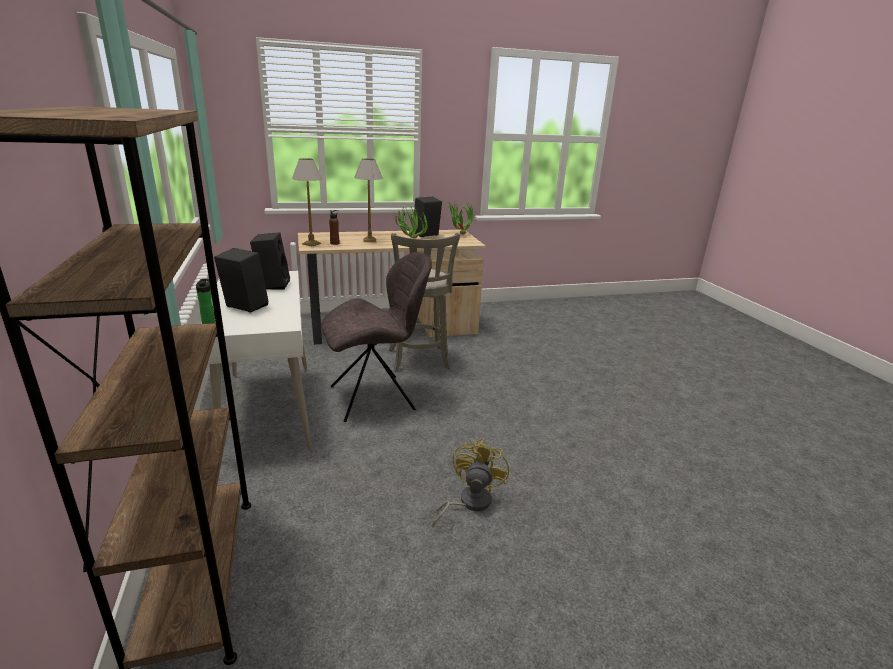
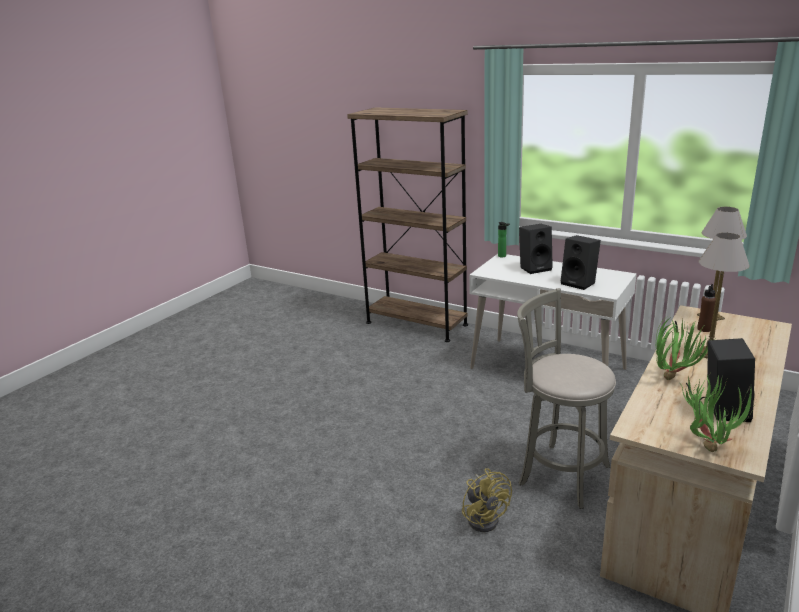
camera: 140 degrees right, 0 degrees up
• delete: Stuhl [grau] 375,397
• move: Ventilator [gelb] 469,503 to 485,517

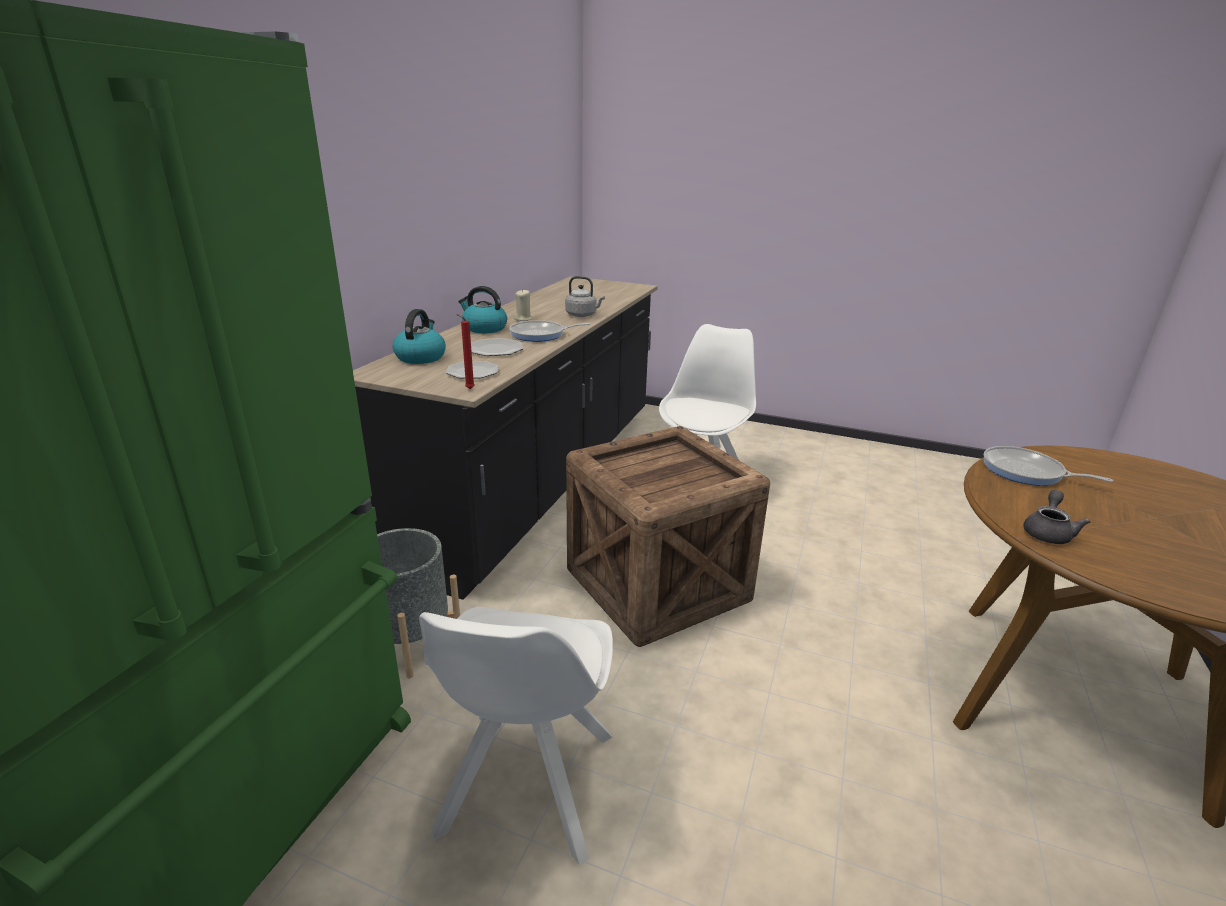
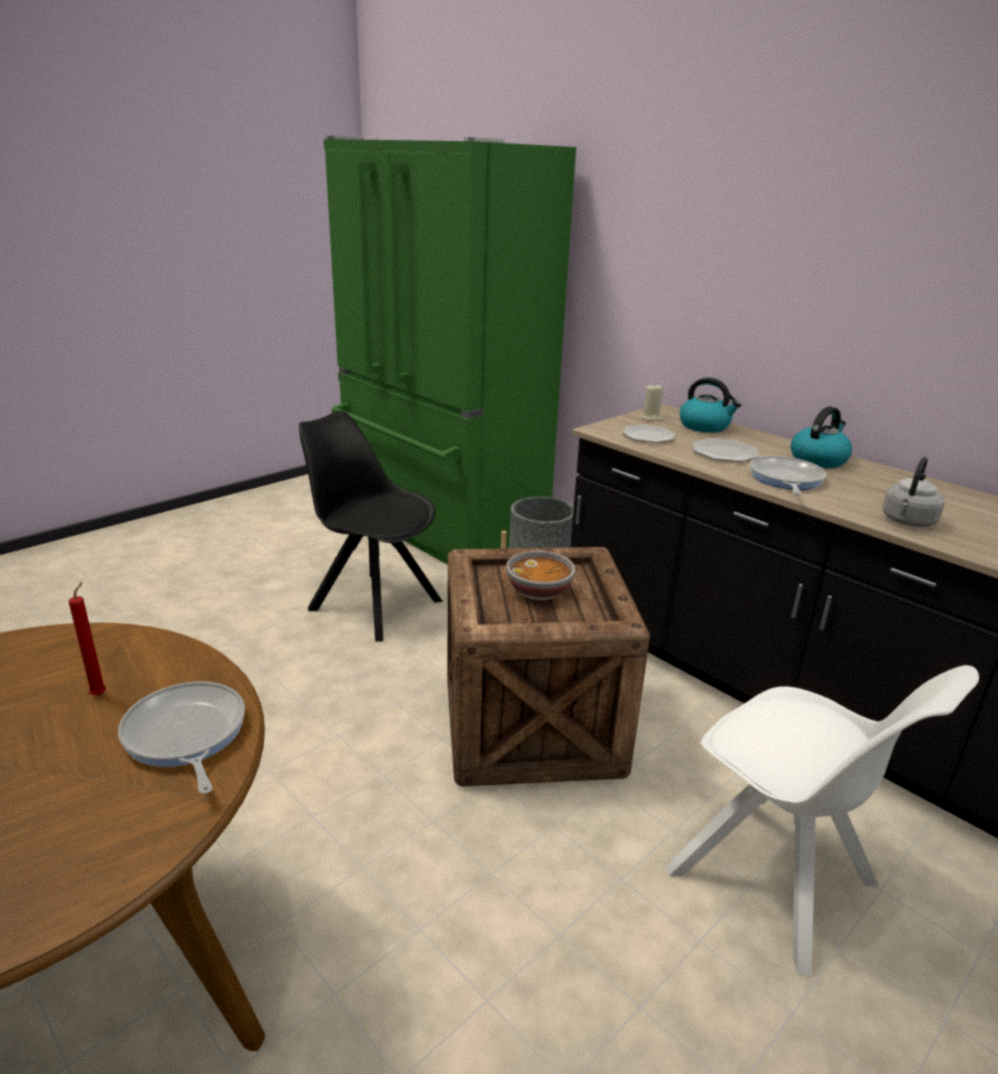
camera: 115 degrees right, 0 degrees up
• recolor: Stuhl [weiß] 525,787 to Stuhl [schwarz] 373,604
• move: Kerze [rot] 468,389 to 101,694
• move: Kerze [beige] 523,319 to 651,418
• rotate: Pfanne 1026,472 = 185,736 90 degrees counterclockwise
• delete: Teekanne [grau] 1048,532
• insert: Schüssel 539,592

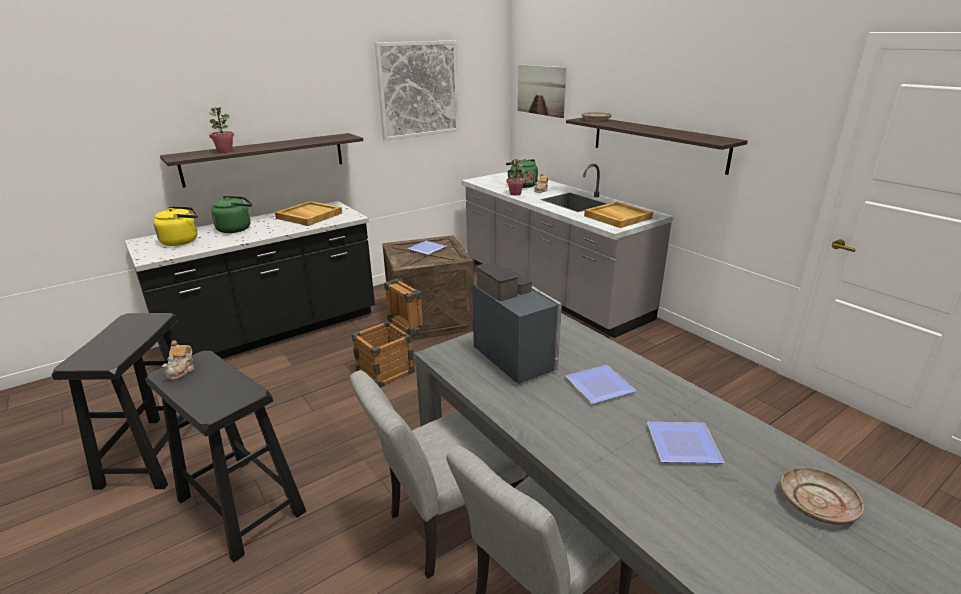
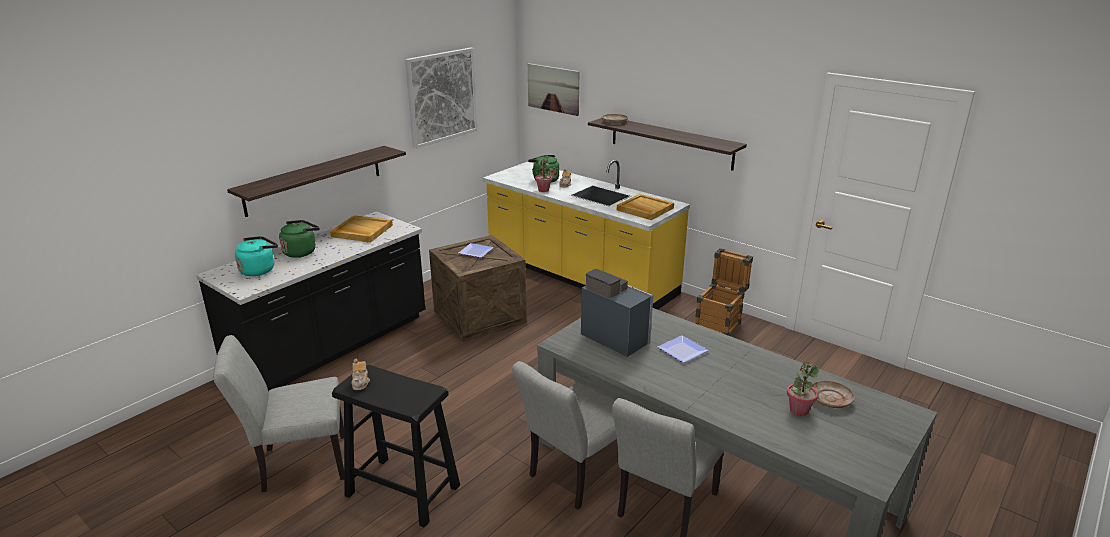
camera: 15 degrees left, 0 degrees up
• replace: Hocker [schwarz] 158,451 to Stuhl [grau] 296,464
• recolor: Wasserkessel [gelb] 182,241 to Wasserkessel [türkis] 259,270
• move: Topfpflanze 225,151 to 798,410
• move: Kiste 392,368 to 720,323
• recolor: Küchenzeile [grau] 550,290 to Küchenzeile [gelb] 579,276
• delete: Teller 684,443

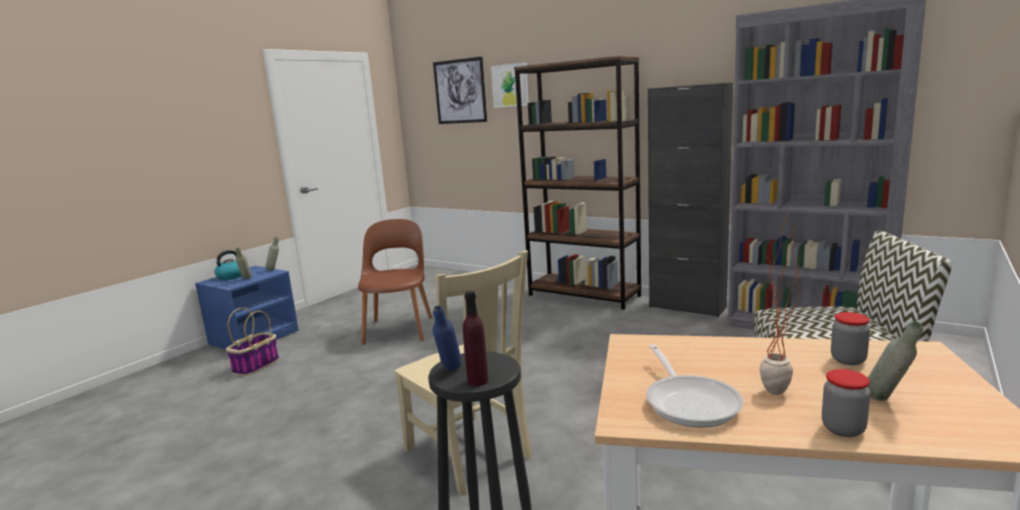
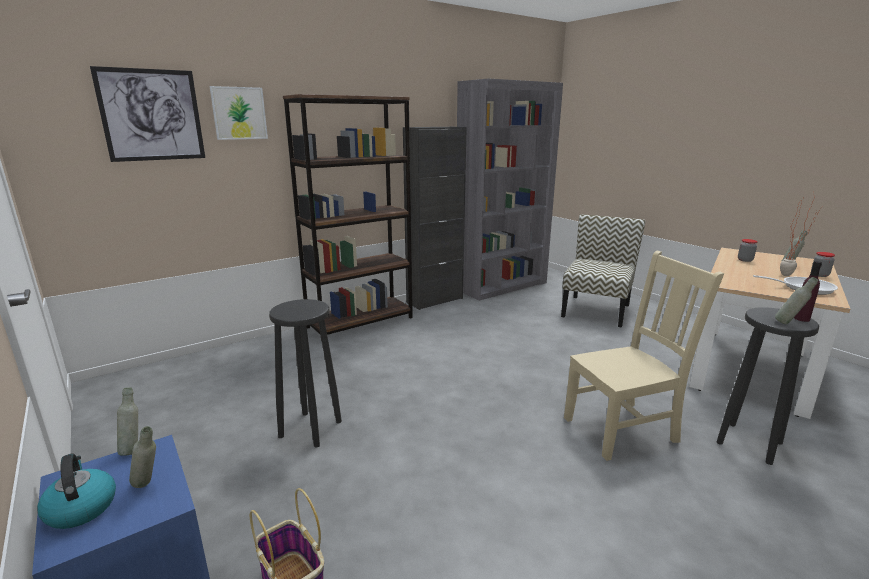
camera: 70 degrees left, 5 degrees up
• replace: Stuhl [braun] 399,328 to Hocker [schwarz] 311,428
• recolor: Flasche [blau] 449,372 to Flasche [grau] 789,324

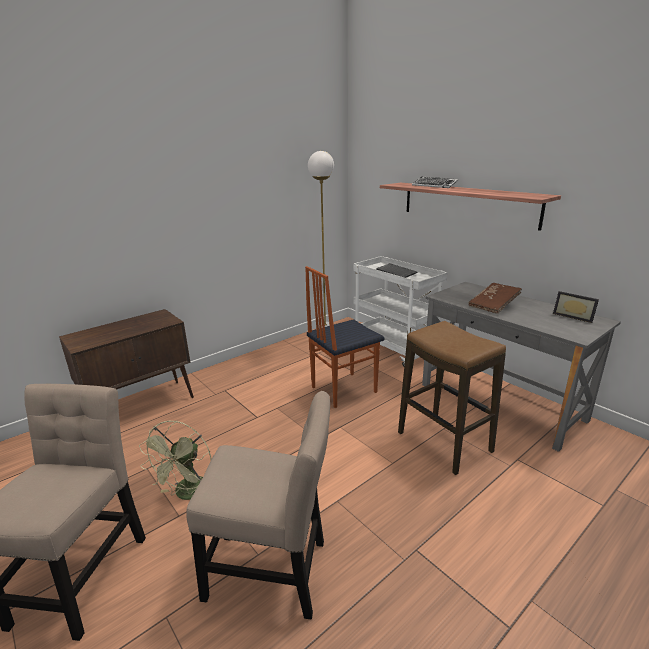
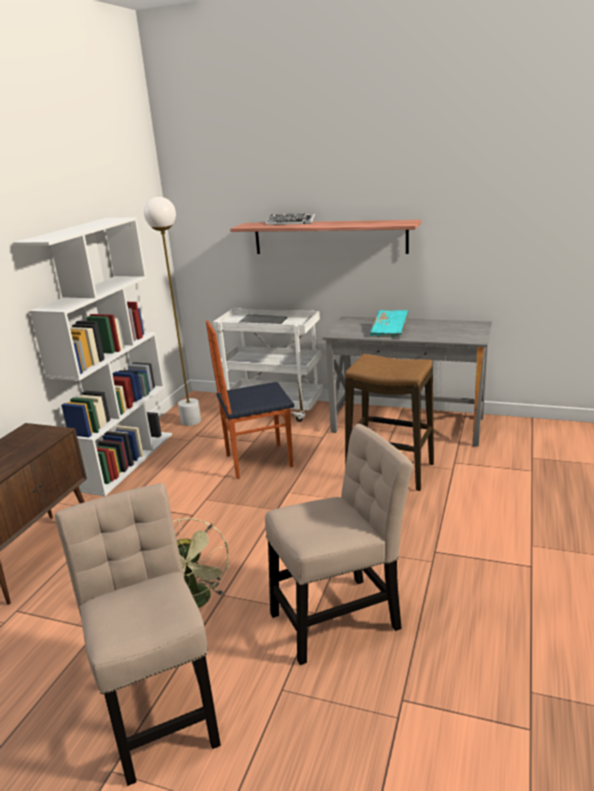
camera: 30 degrees left, 0 degrees up
• rotate: Stuhl 343,389 = 258,460 45 degrees clockwise
• recolor: Buch [braun] 494,305 to Buch [türkis] 389,331
• delete: Bilderrahmen 574,316
• insert: Bücherregal [weiß] 126,460

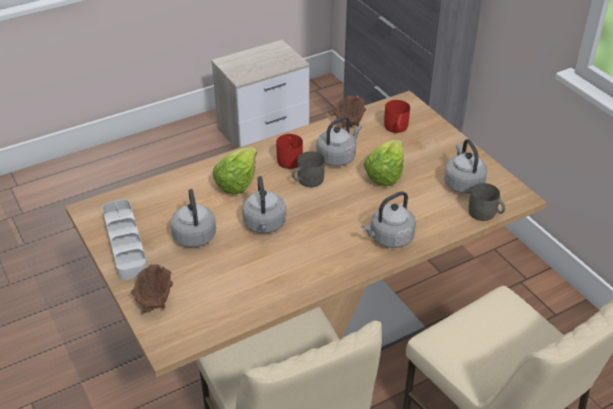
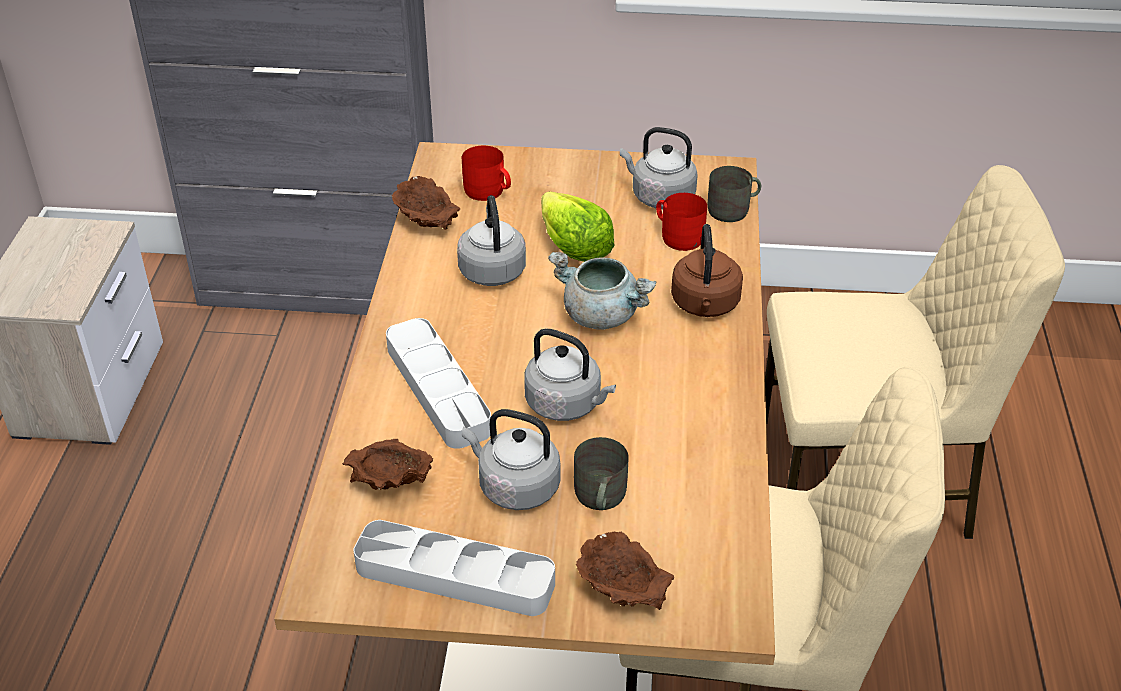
camera: 55 degrees left, 0 degrees up
• replace: Salatkopf 237,182 to Tablett [grau] 438,389
• move: Henkelbecher [rot] 290,159 to 678,235
• move: Henkelbecher [grau] 307,180 to 599,498
• recolor: Wasserkessel [grau] 389,238 to Wasserkessel [braun] 705,305
• insert: Schüssel [braun] 391,485
• insert: Kochtopf [grau] 602,315

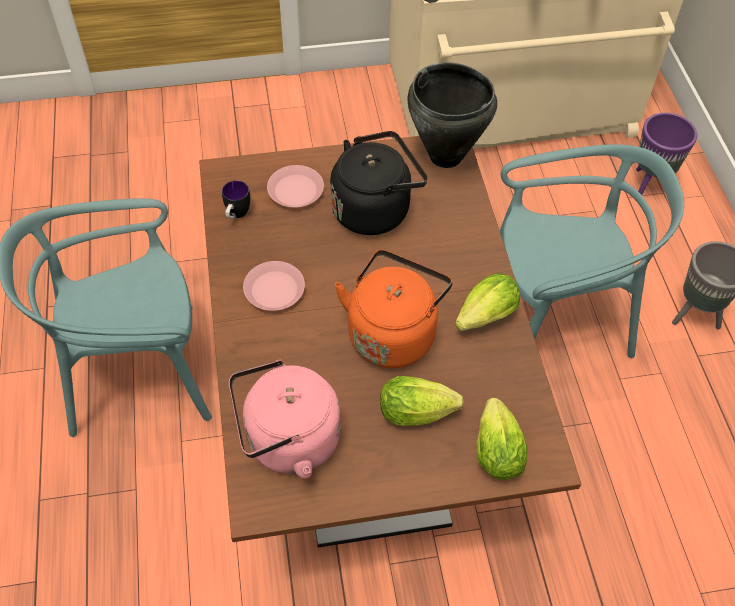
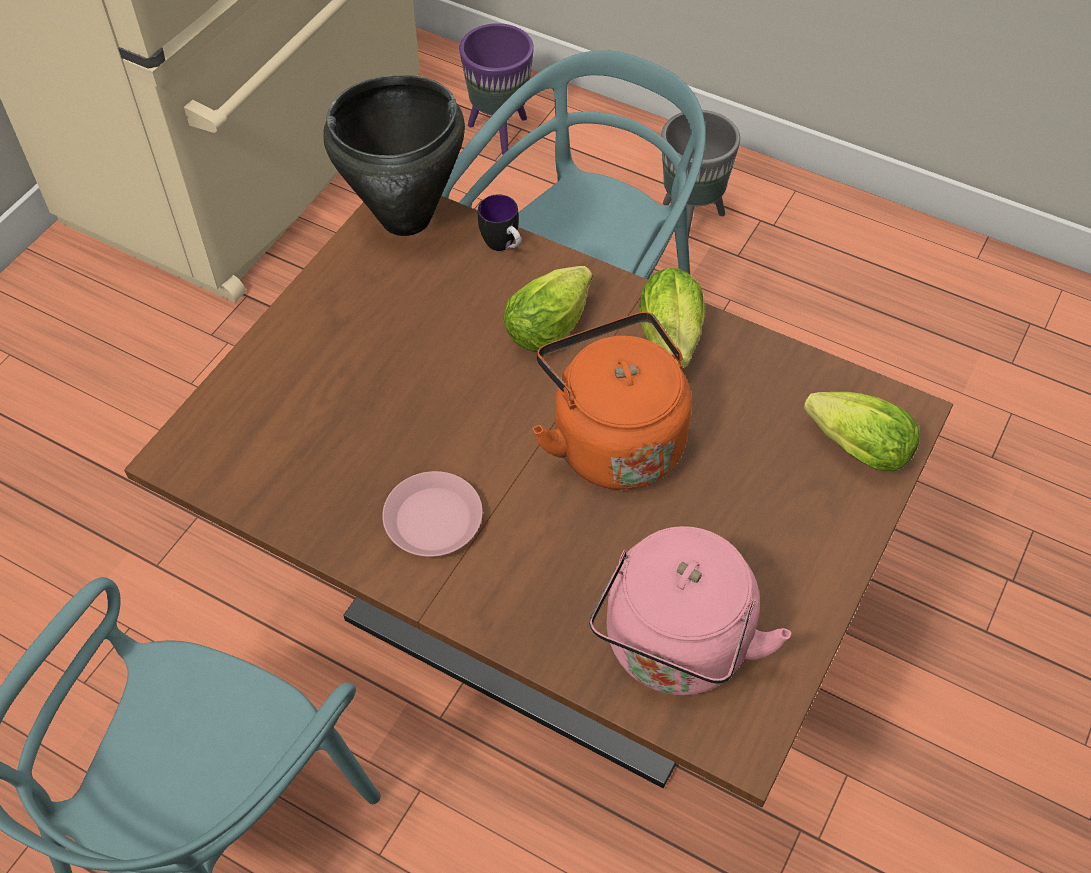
camera: 50 degrees left, 0 degrees up
• move: Henkelbecher 236,215 to 503,247
• delete: Teller [rosa] 295,190
• delete: Wasserkessel [schwarz] 375,209
• move: Salatkopf 420,412 to 552,324

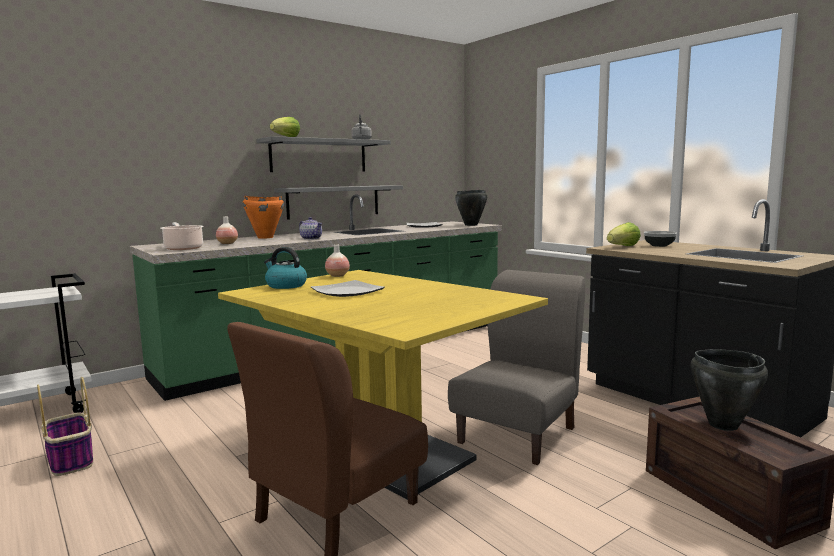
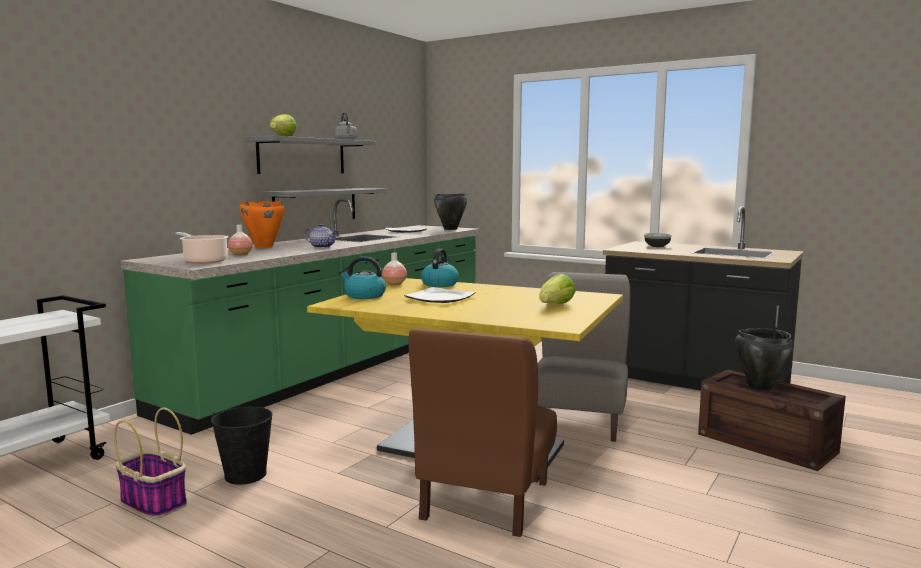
camera: 20 degrees left, 0 degrees up
• move: Salatkopf 623,247 to 556,305
• insert: Eimer [schwarz] 245,475
• insert: Wasserkessel 440,284

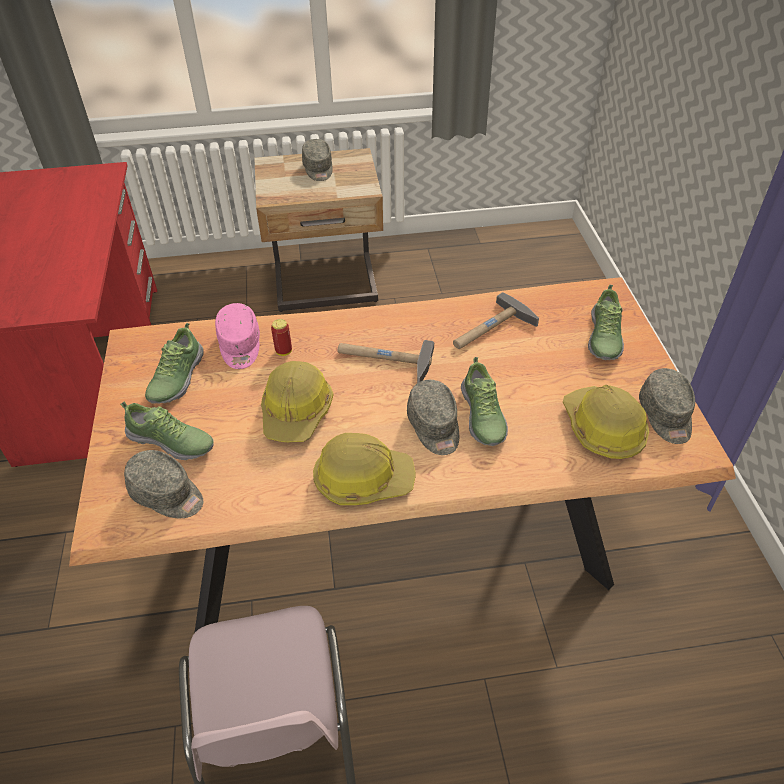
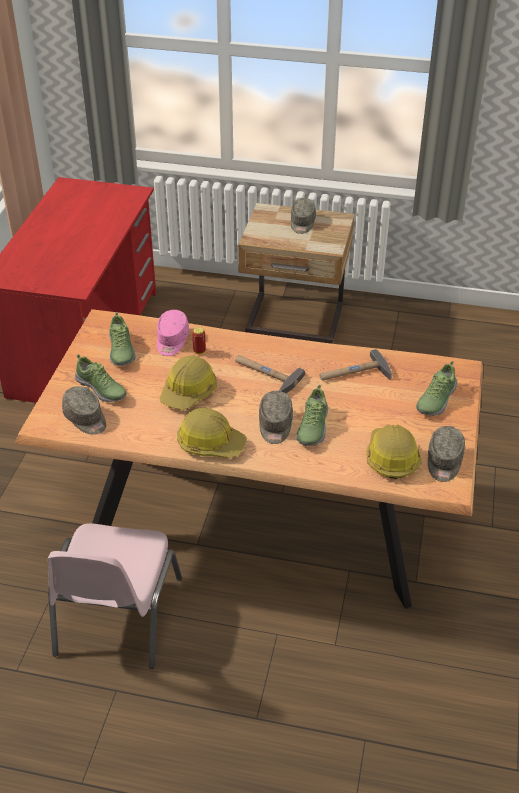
camera: 20 degrees right, 5 degrees down
• rotate: Schuh 176,378 = 121,351 45 degrees counterclockwise

